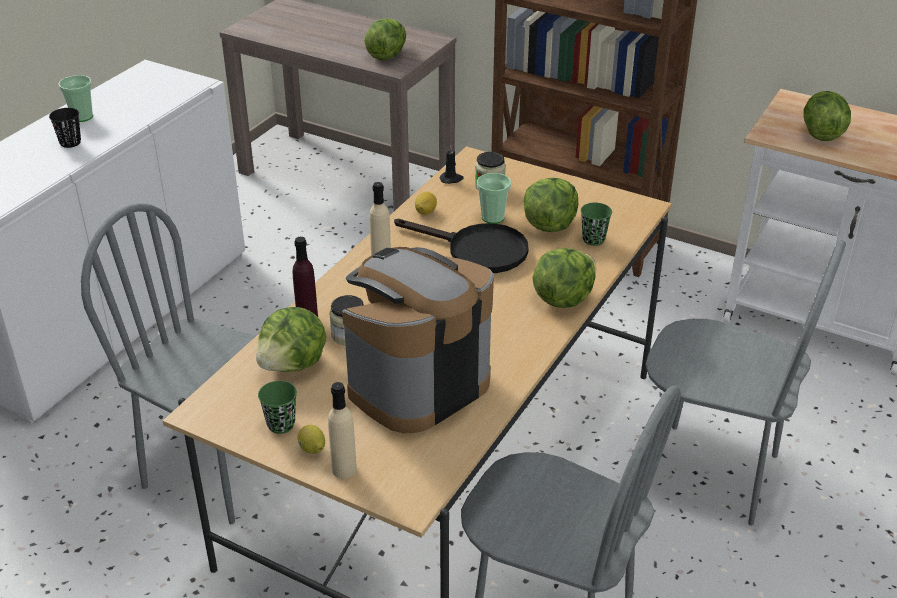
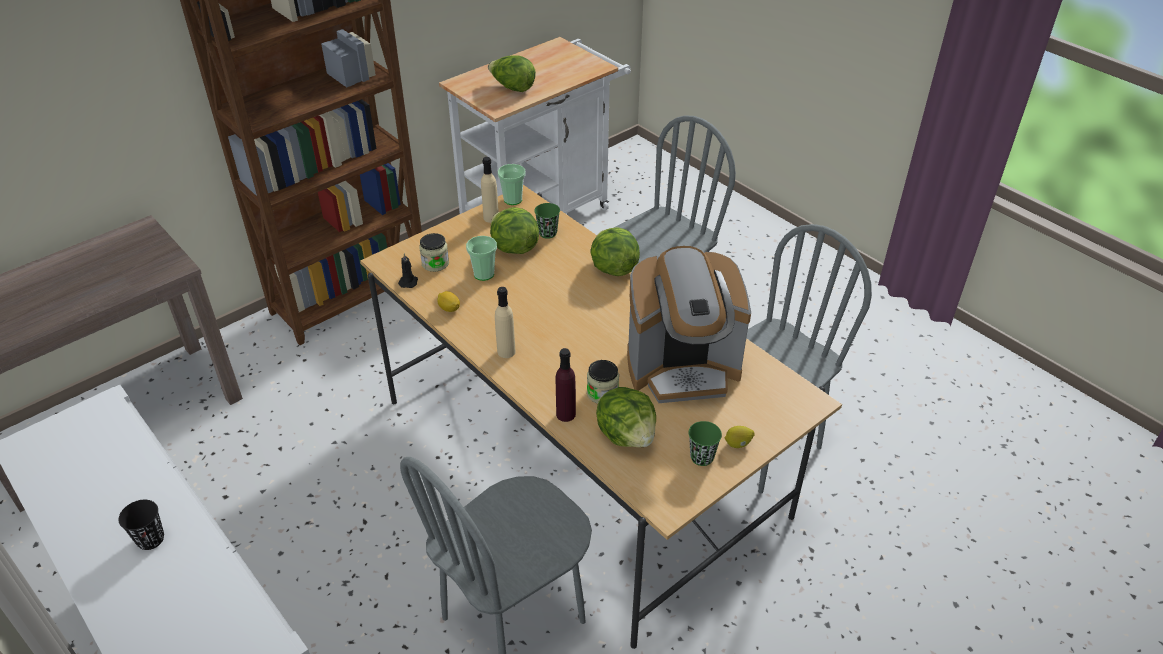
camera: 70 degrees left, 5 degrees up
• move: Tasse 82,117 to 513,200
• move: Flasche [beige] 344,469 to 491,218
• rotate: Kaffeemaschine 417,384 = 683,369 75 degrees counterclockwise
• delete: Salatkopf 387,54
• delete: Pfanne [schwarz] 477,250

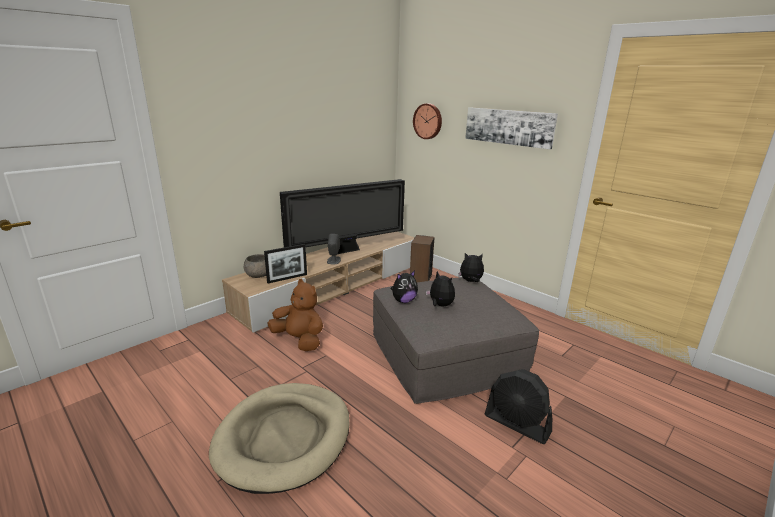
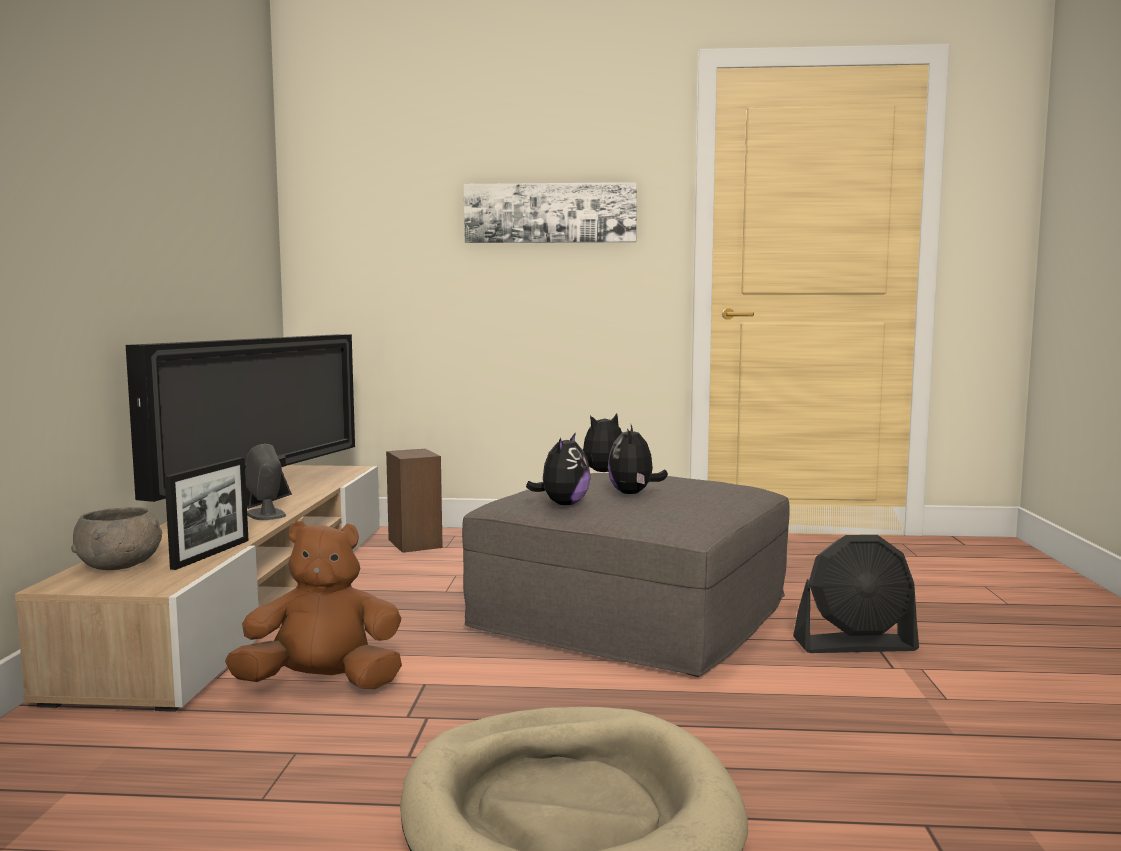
camera: 40 degrees left, 15 degrees down
• delete: Wanduhr 428,121
• rotate: Plüschtier 440,305 = 633,494 90 degrees counterclockwise

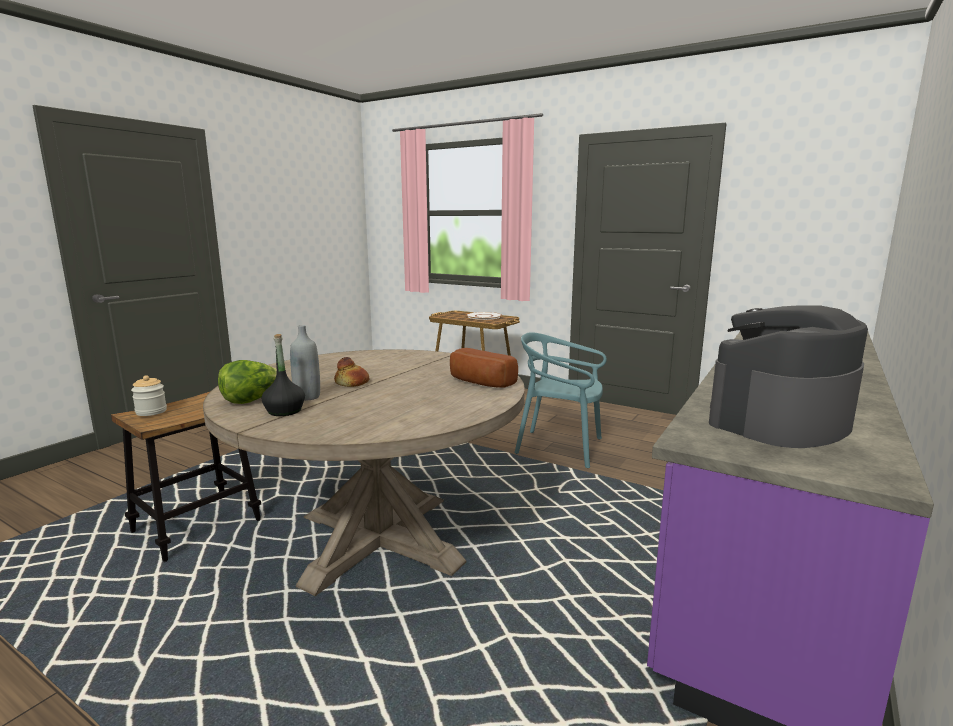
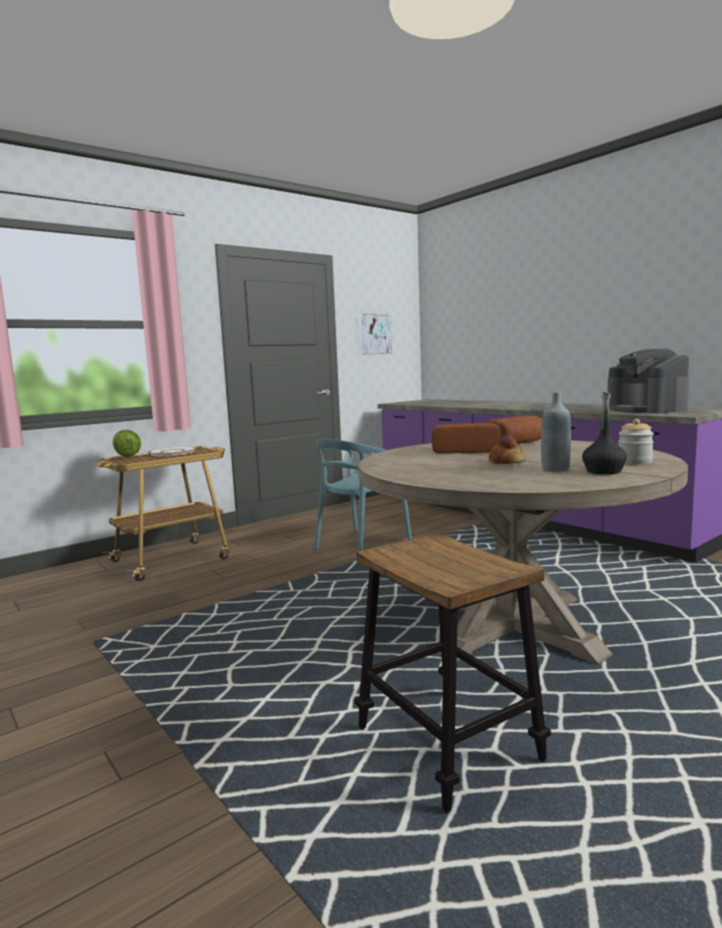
camera: 70 degrees left, 5 degrees down
• move: Vorratsglas 151,411 to 634,461
• move: Salatkopf 252,400 to 128,456
• insert: Bild 374,334
• insert: Brot 464,451

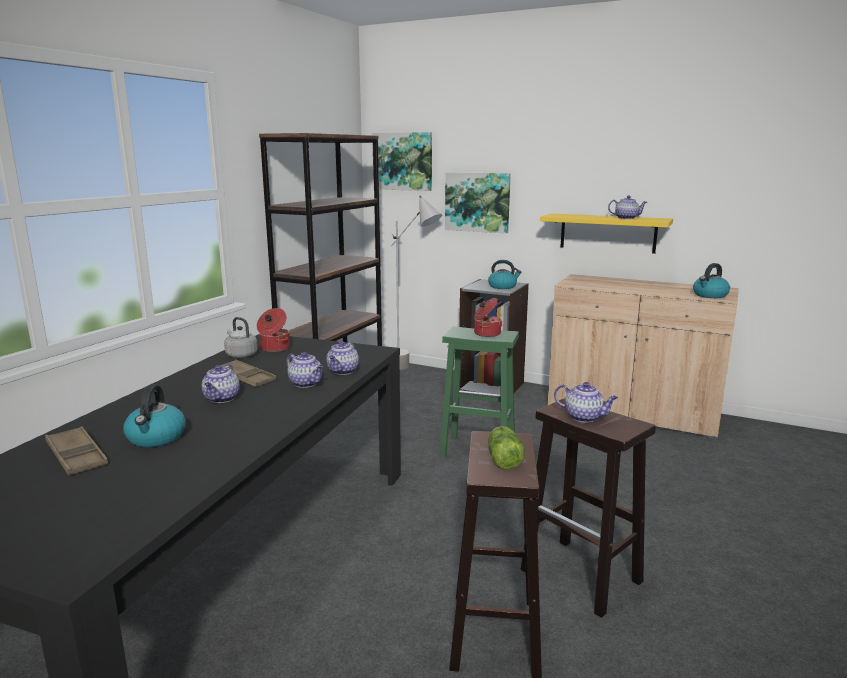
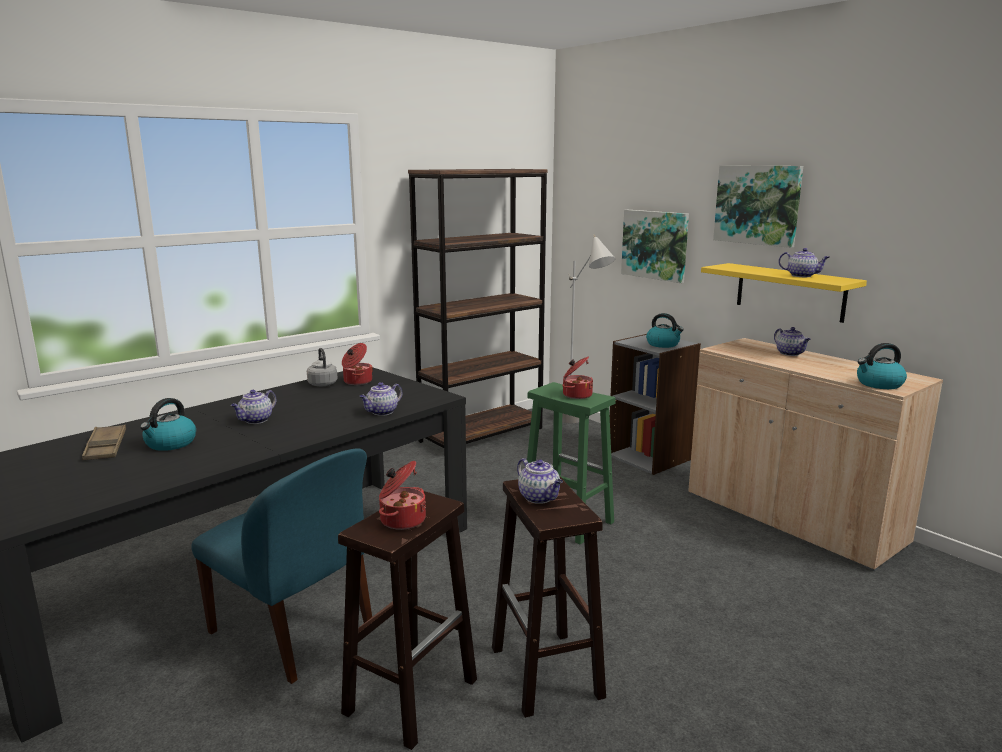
camera: 25 degrees right, 0 degrees up
• delete: Tablett [braun] 246,378
• move: Teekanne 306,383 to 790,353
• move: Bild 403,161 to 757,205
• replace: Salatkopf 503,459 to Kochtopf 401,519
• insert: Stuhl [blau] 294,632

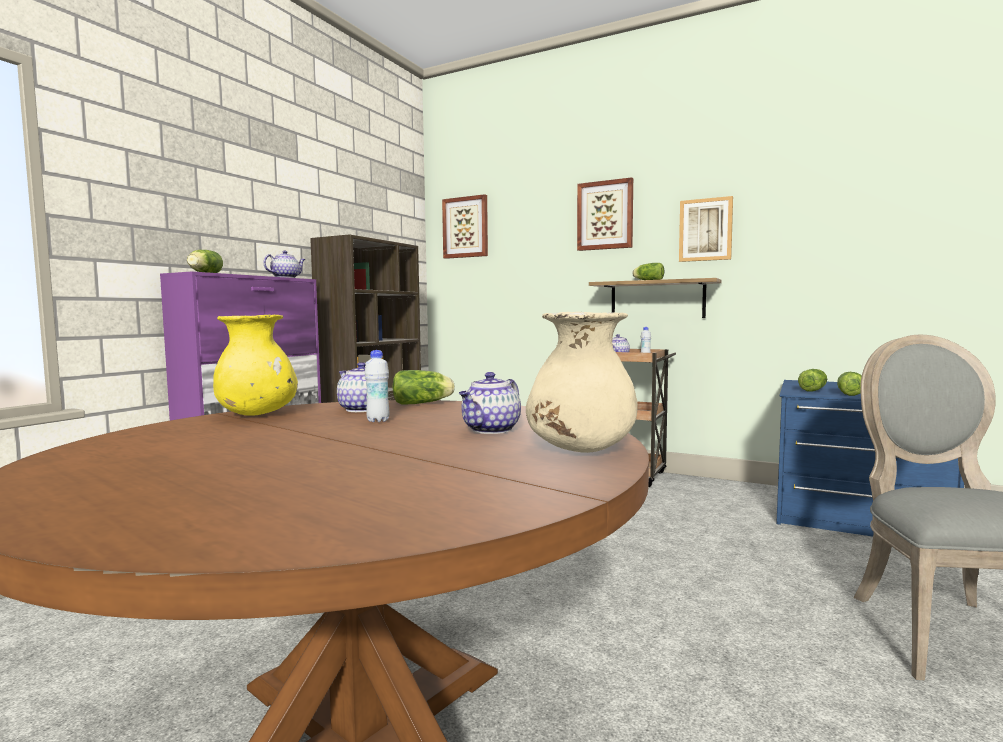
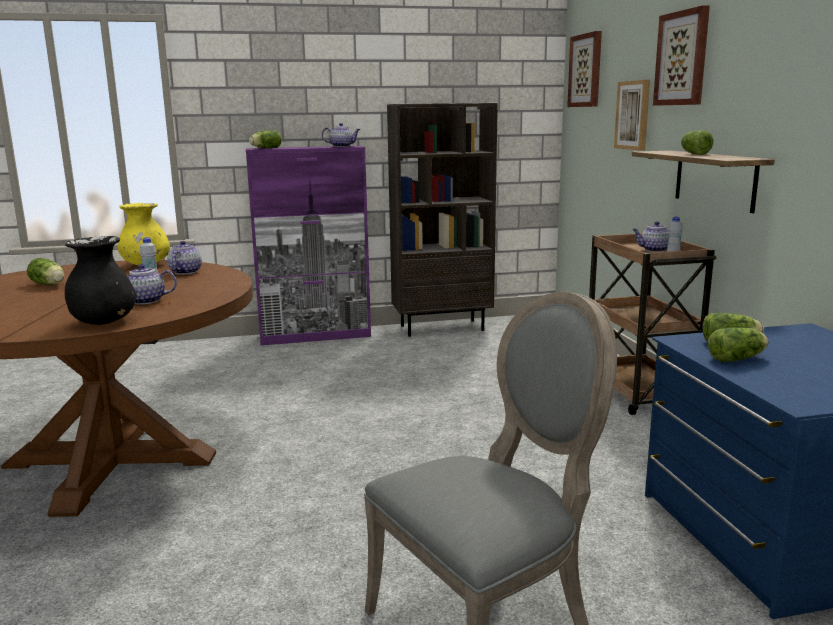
camera: 50 degrees right, 10 degrees up
• move: Salatkopf 424,403 to 49,285
• recolor: Vase [beige] 580,449 to Vase [schwarz] 104,322
• move: Bild 705,230 to 633,115

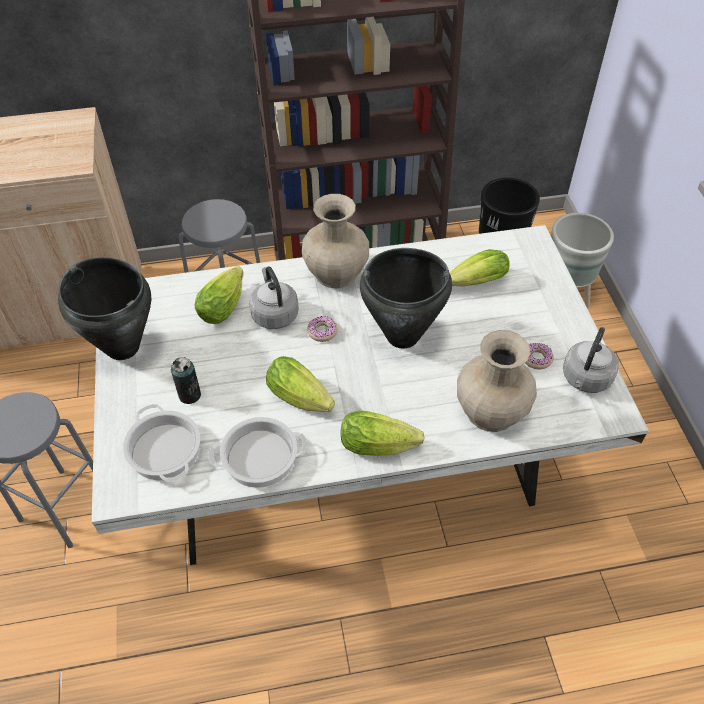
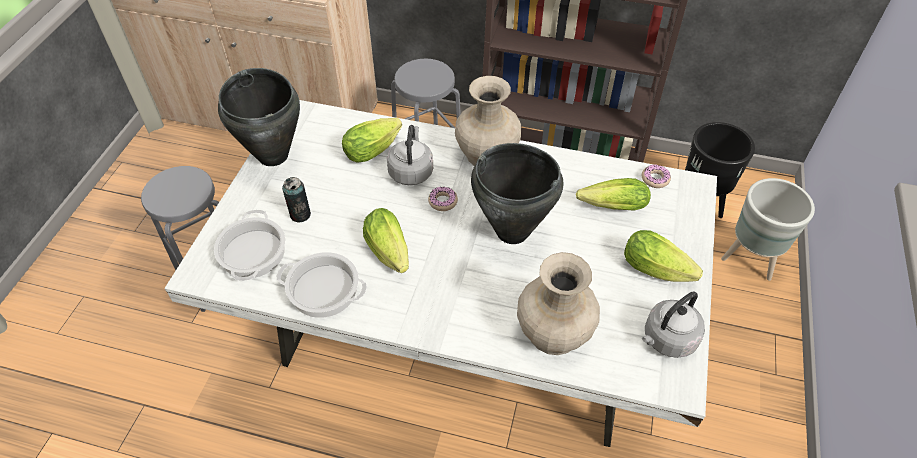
camera: 25 degrees right, 0 degrees up
• move: Salatkopf 382,445 to 659,270
• move: Donut 536,359 to 655,179

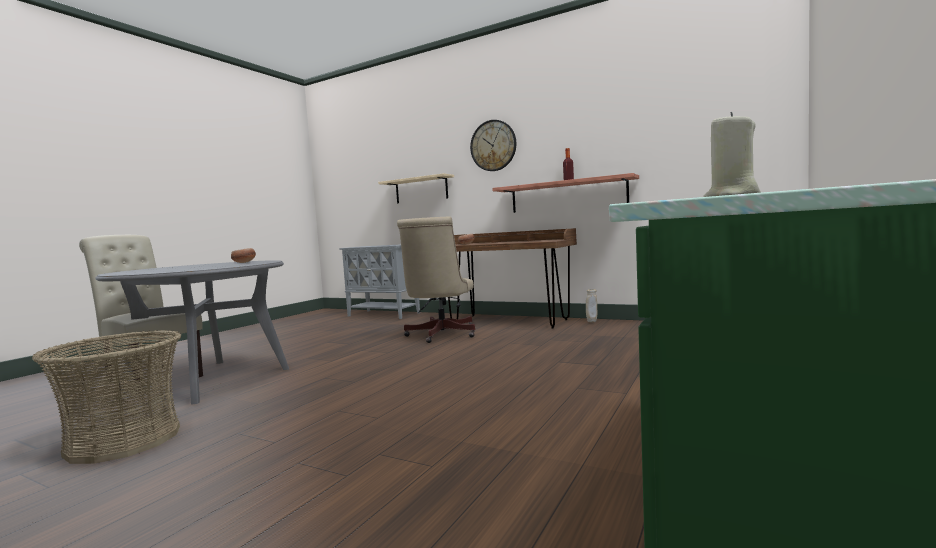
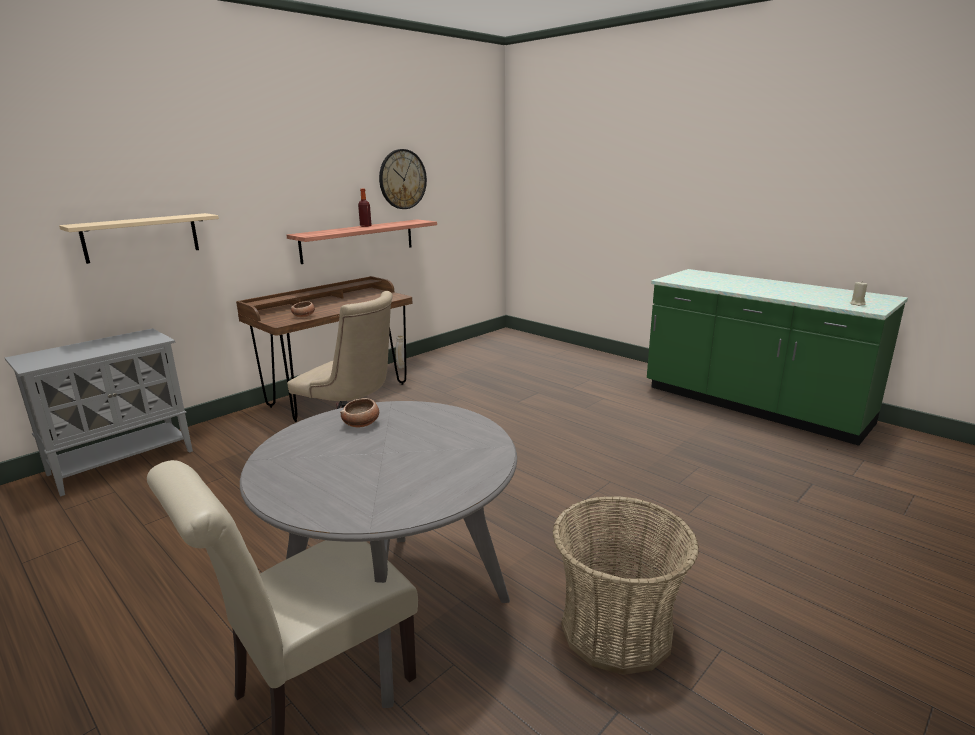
camera: 75 degrees left, 15 degrees up
• move: Wanduhr 493,145 to 402,179

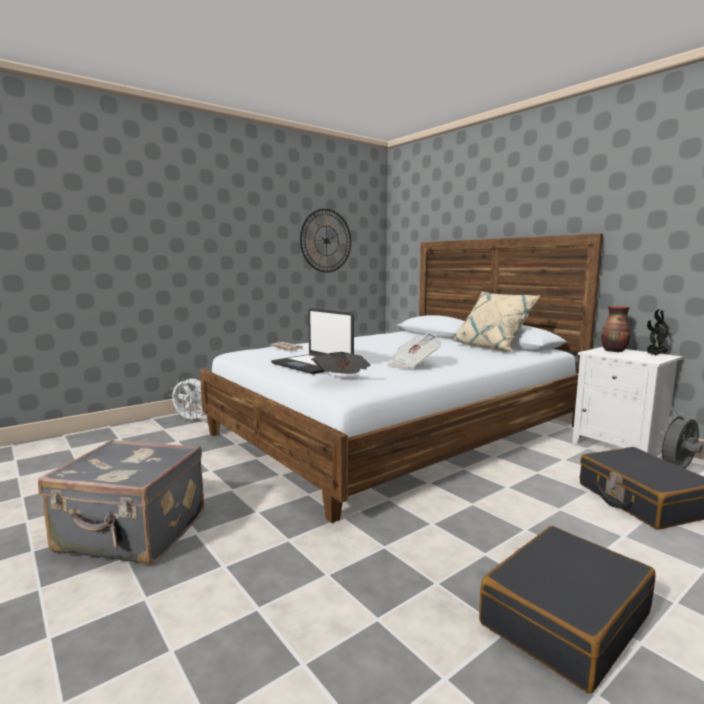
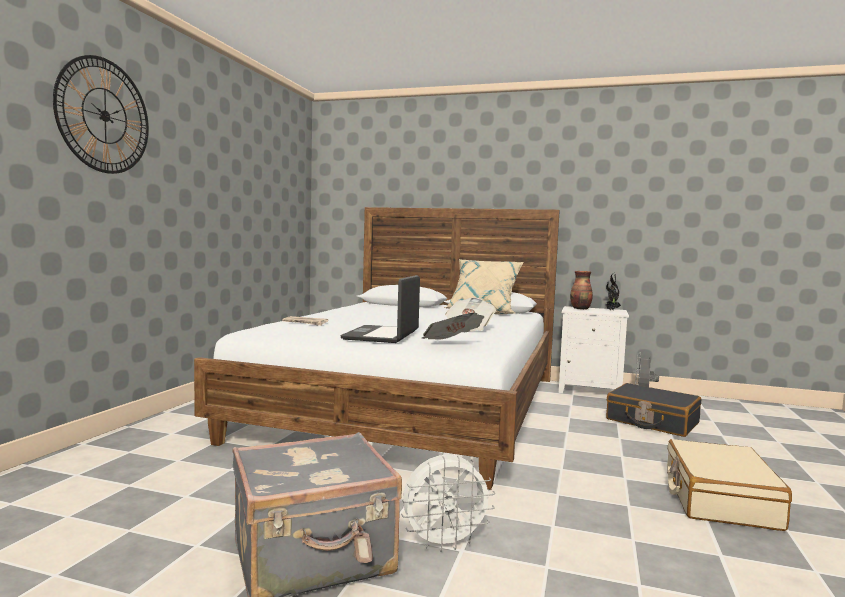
camera: 35 degrees left, 5 degrees down
• move: Ventilator [weiß] 193,420 to 444,543
• rotate: Laptop 312,365 = 382,335 90 degrees clockwise
• move: Wanduhr 326,241 to 104,116
• recolor: Koffer [schwarz] 564,618 to Koffer [beige] 719,499

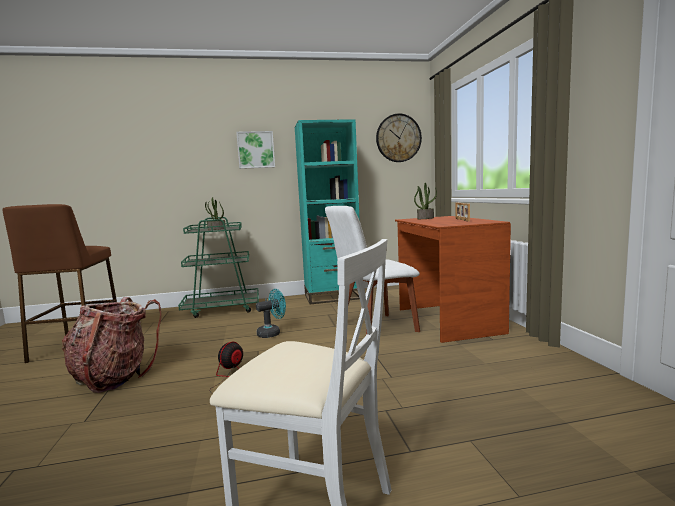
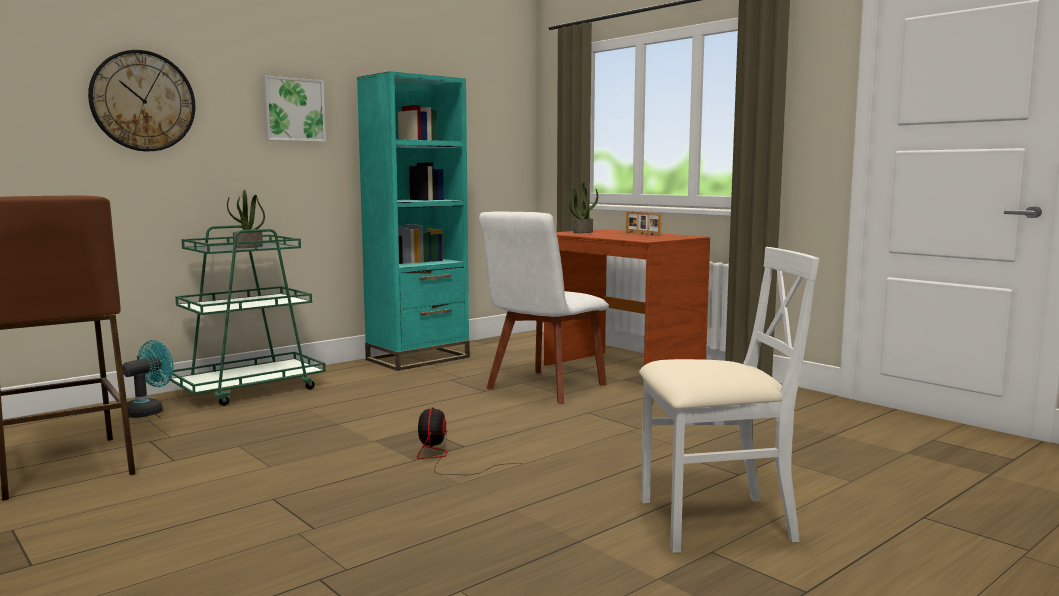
camera: 30 degrees left, 0 degrees up
• delete: Rucksack 114,377
• move: Ventilator [türkis] 272,333 to 148,411
• move: Wanduhr 398,138 to 143,101

